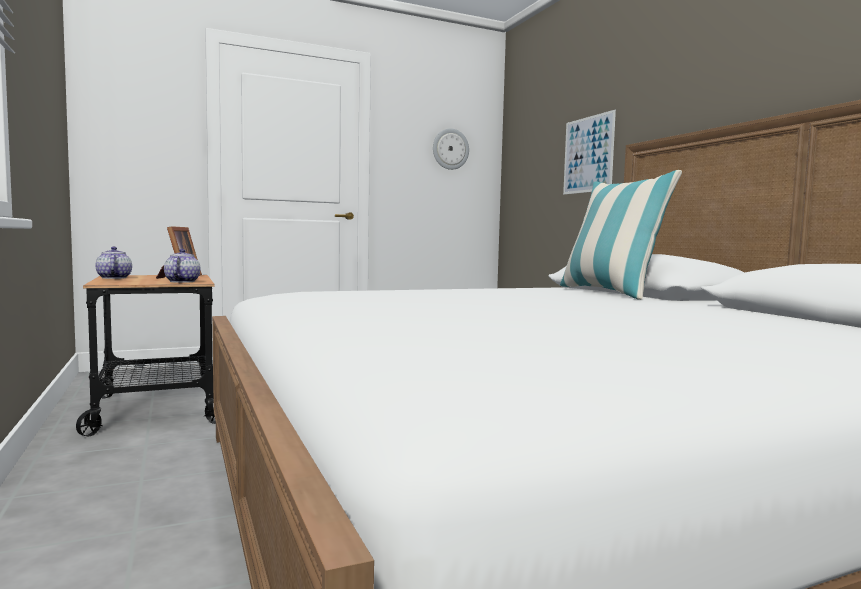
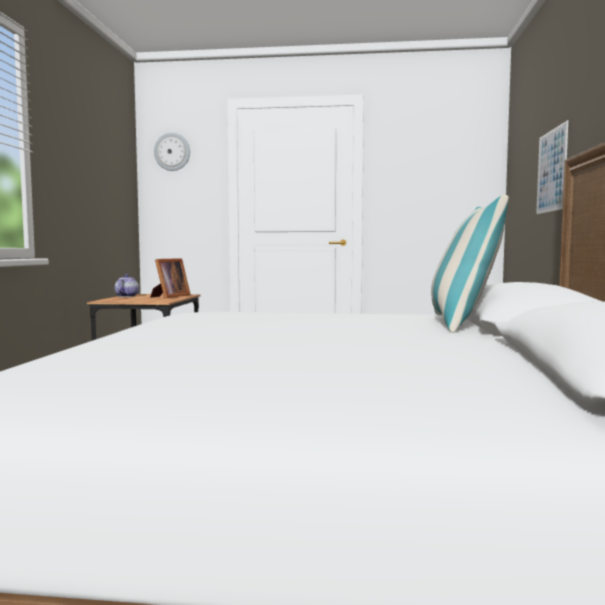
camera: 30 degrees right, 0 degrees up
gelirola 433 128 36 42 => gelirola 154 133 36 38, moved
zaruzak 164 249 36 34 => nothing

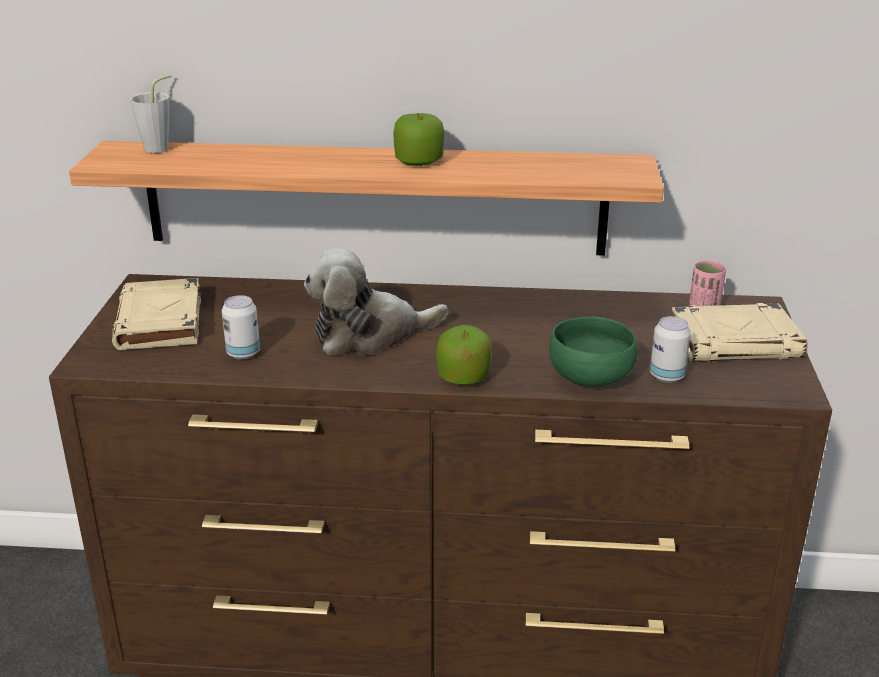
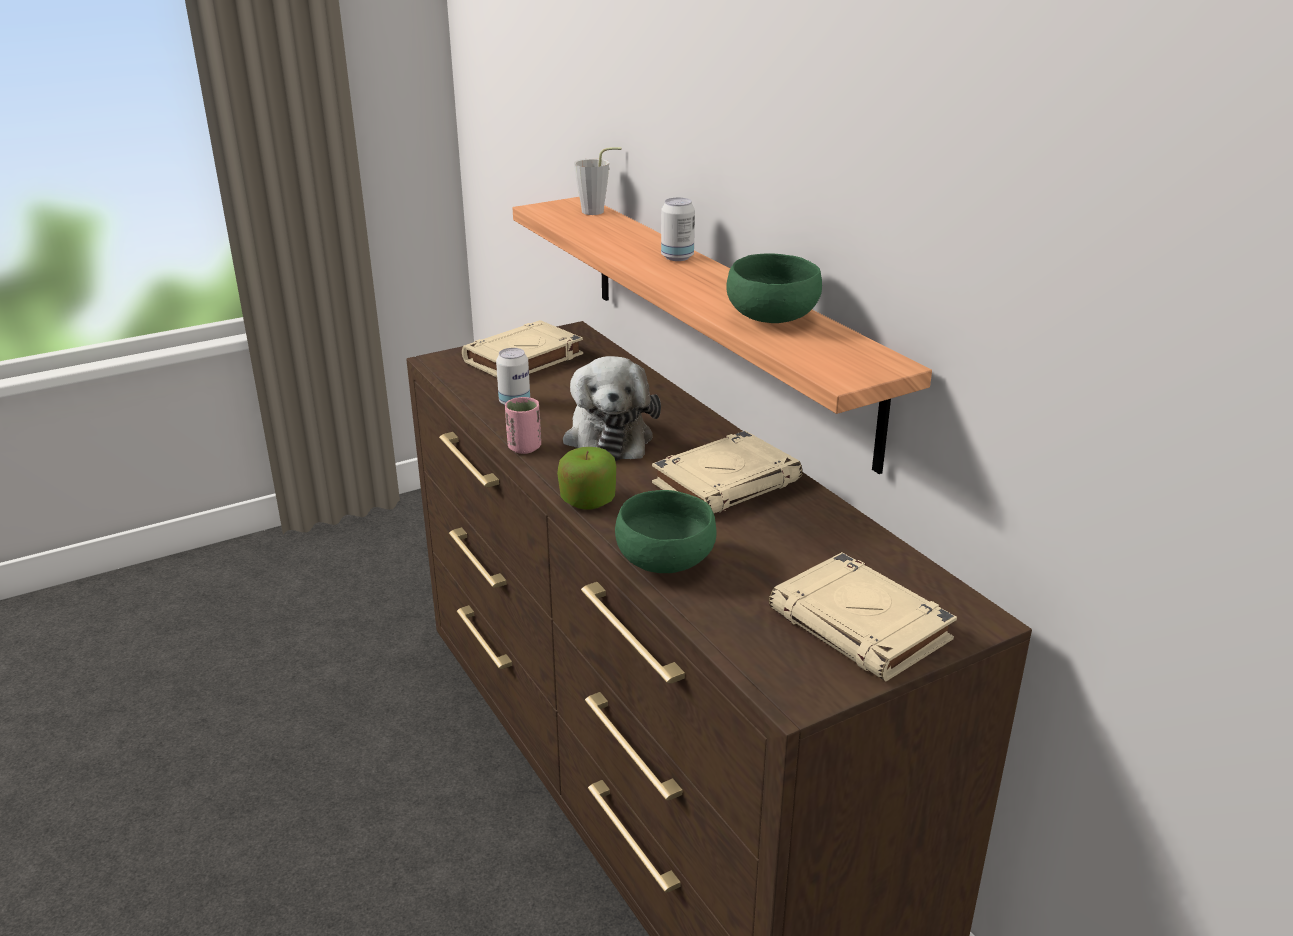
camera: 55 degrees right, 0 degrees up
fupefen 393 113 51 53 => nothing
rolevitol 304 248 144 107 => rolevitol 563 356 98 105, 135 degrees counterclockwise
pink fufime 689 260 37 46 => pink fufime 505 397 36 57, moved
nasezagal 650 316 41 67 => nasezagal 661 197 34 64, moved
nothing => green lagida 726 253 96 70
nothing => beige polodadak 652 431 151 83

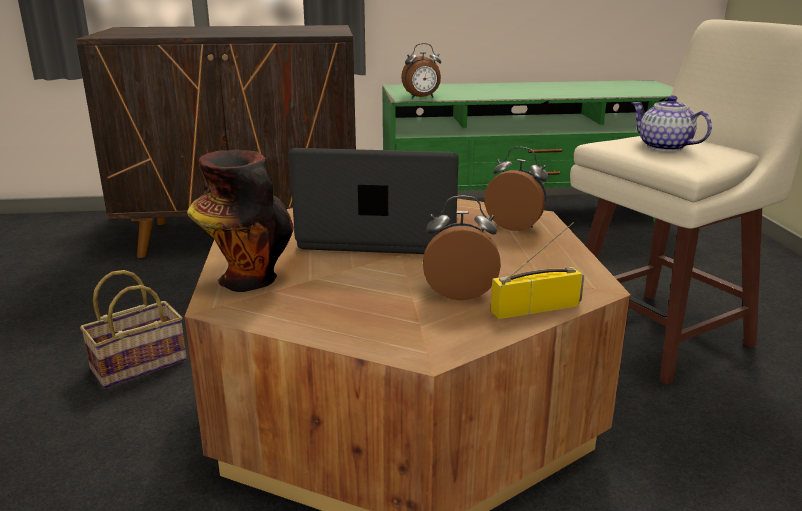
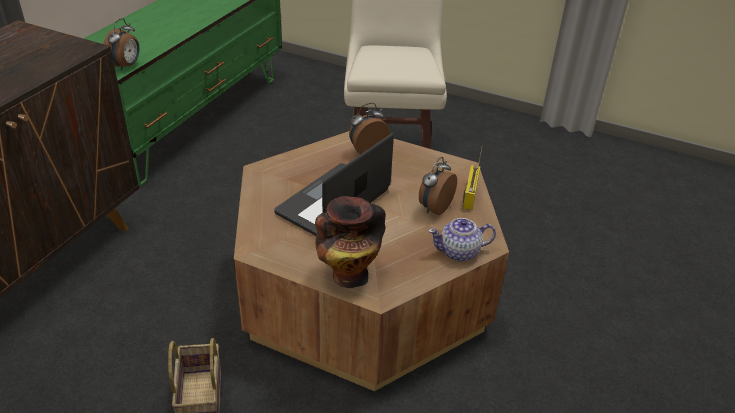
camera: 60 degrees left, 15 degrees up
zaruzak 632 95 80 56 => zaruzak 428 218 68 43, moved

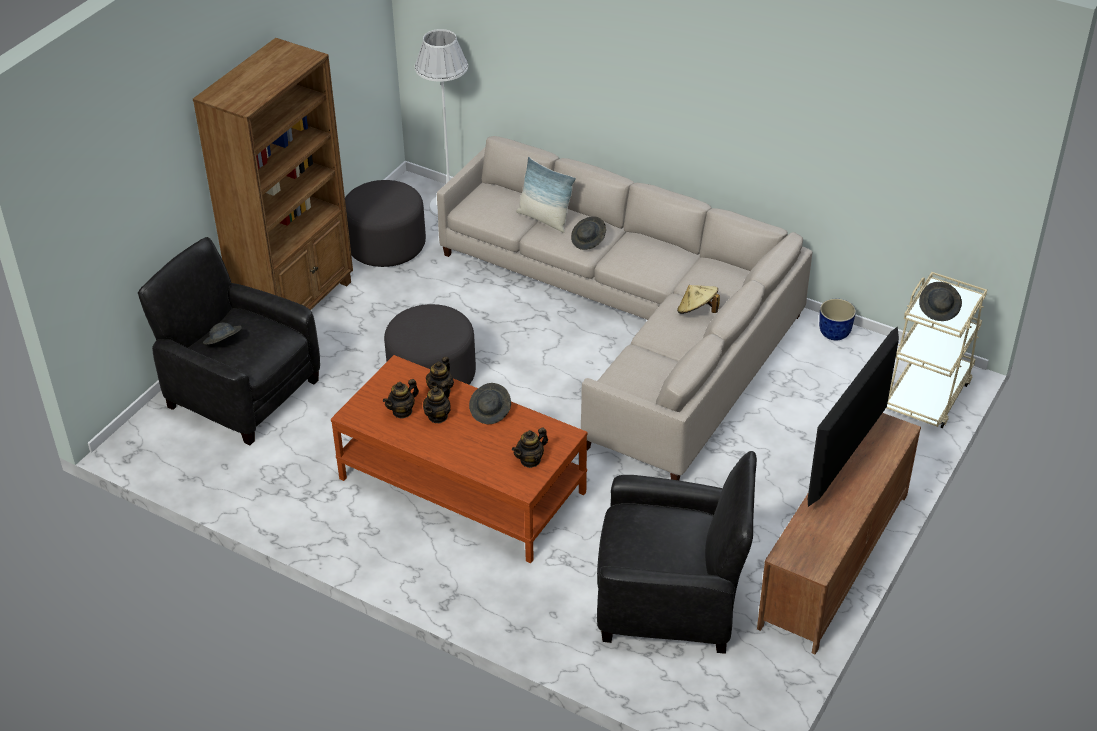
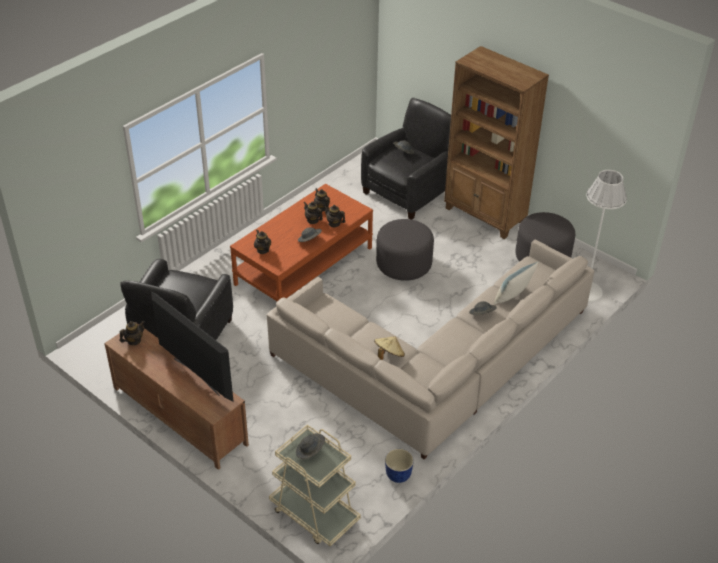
camera: 100 degrees right, 0 degrees up
nothing => zaruzak 120 321 25 24

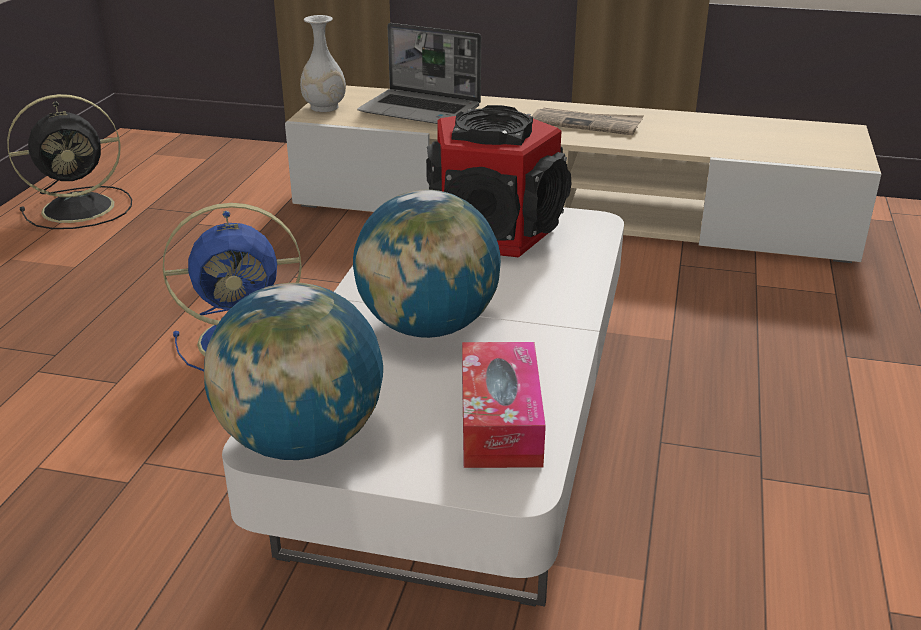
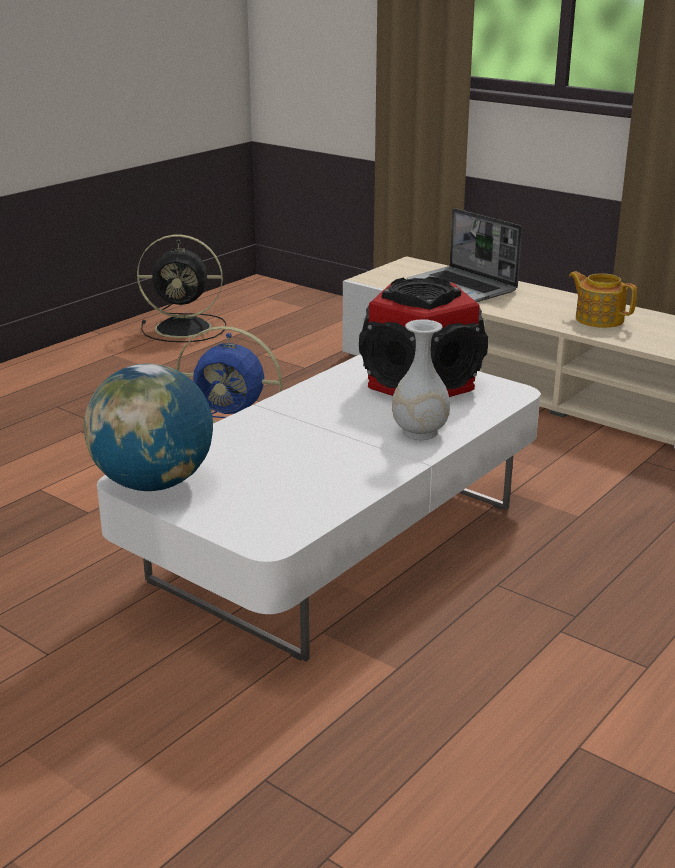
camera: 25 degrees right, 5 degrees down
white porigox 300 15 46 97 => white porigox 392 319 58 121, moved
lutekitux 532 108 111 27 => zaruzak 569 271 68 57
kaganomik 353 190 148 148 => nothing
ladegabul 462 342 84 126 => nothing

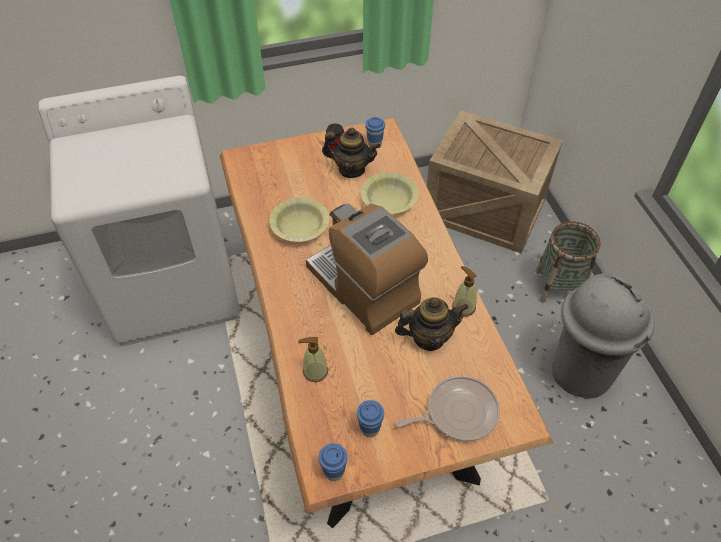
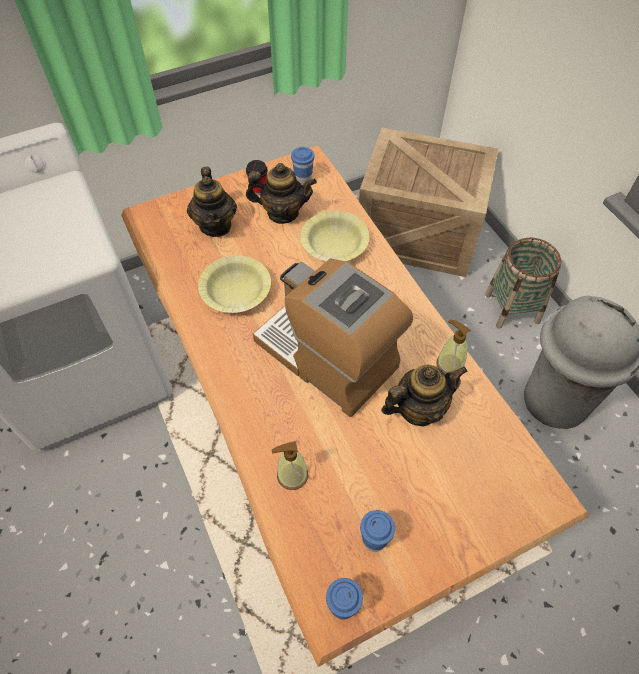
camera: 10 degrees left, 5 degrees up
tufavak 395 376 105 66 => nothing
nothing => zaruzak 187 167 50 70

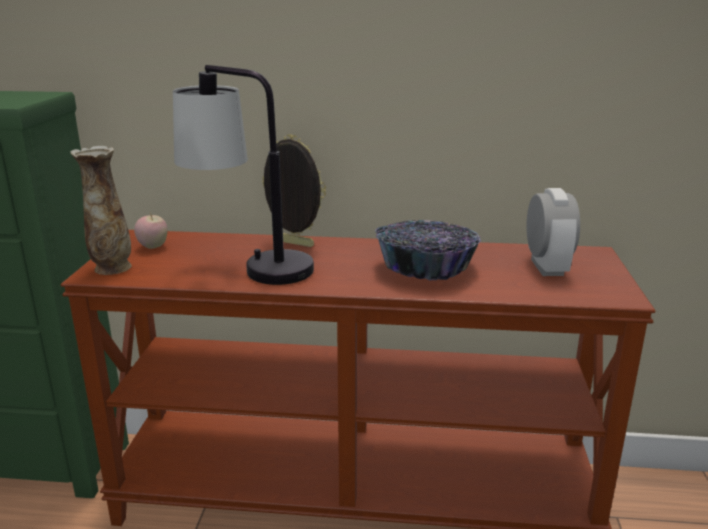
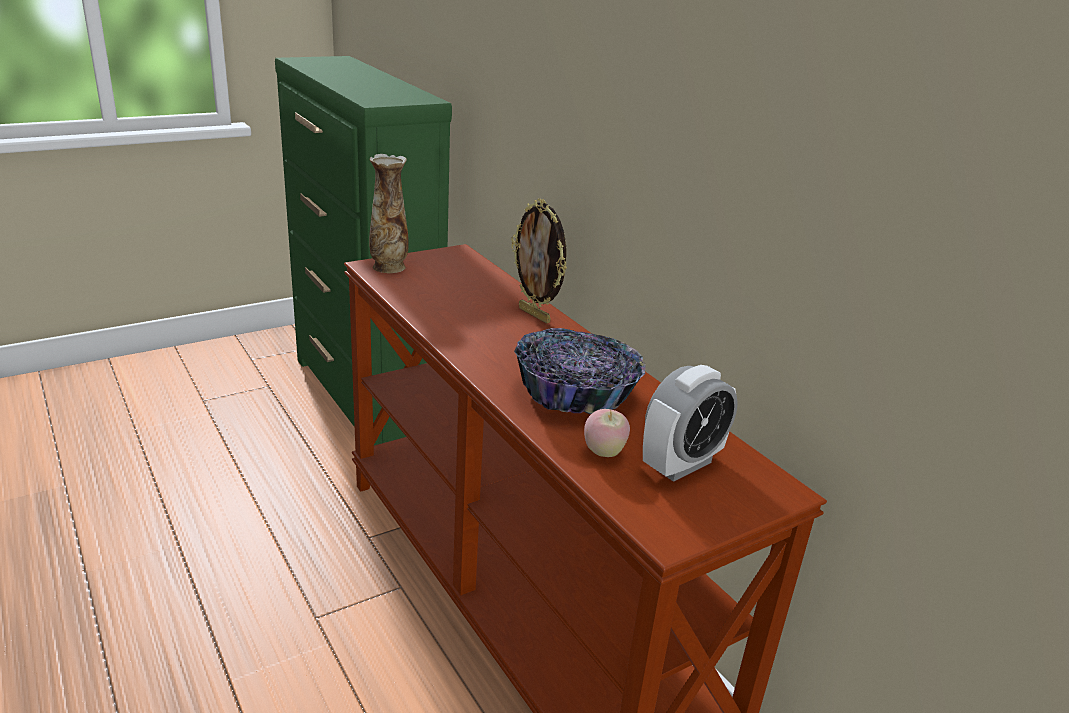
camera: 50 degrees right, 5 degrees up
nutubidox 173 65 141 220 => nothing
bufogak 262 134 64 113 => bufogak 511 198 56 126, 150 degrees clockwise
fupefen 134 212 34 37 => fupefen 584 409 46 48, moved

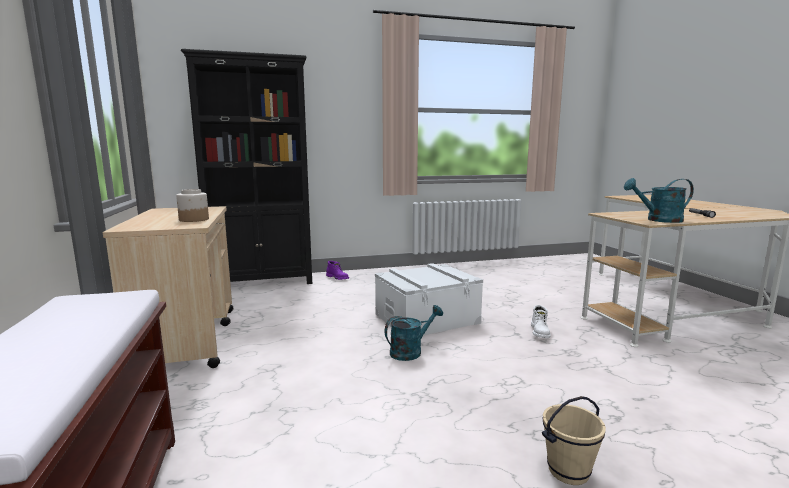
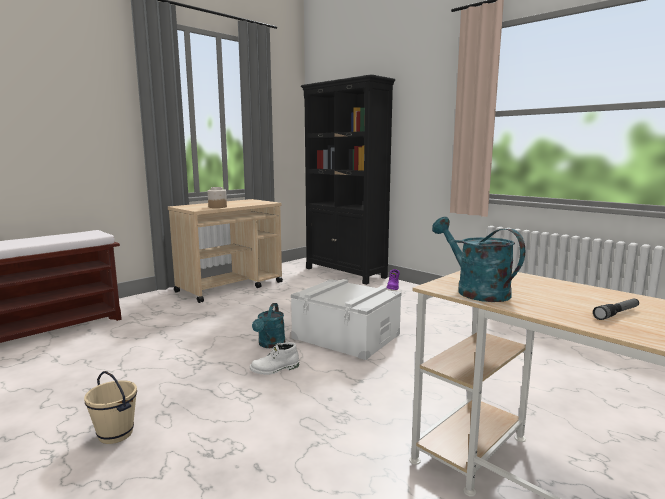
camera: 60 degrees right, 0 degrees up
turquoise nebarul 385 305 58 56 => turquoise nebarul 252 303 33 45, 75 degrees clockwise
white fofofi 531 305 20 33 => white fofofi 250 342 49 33, moved

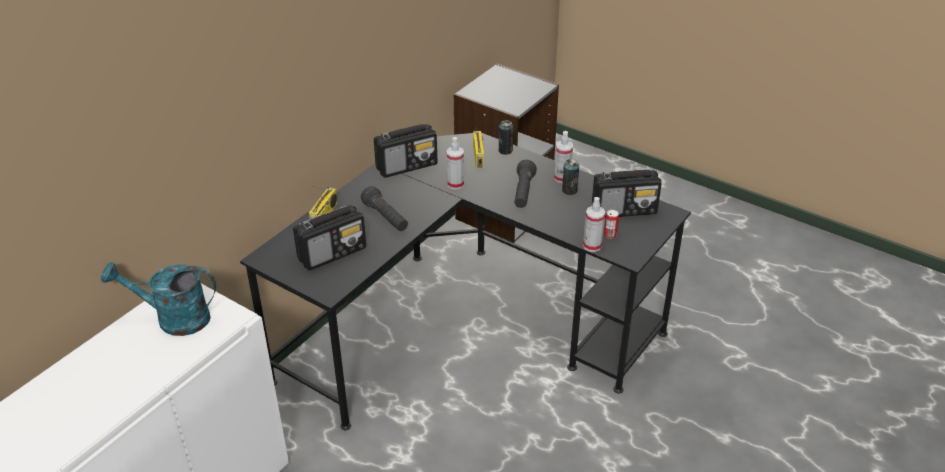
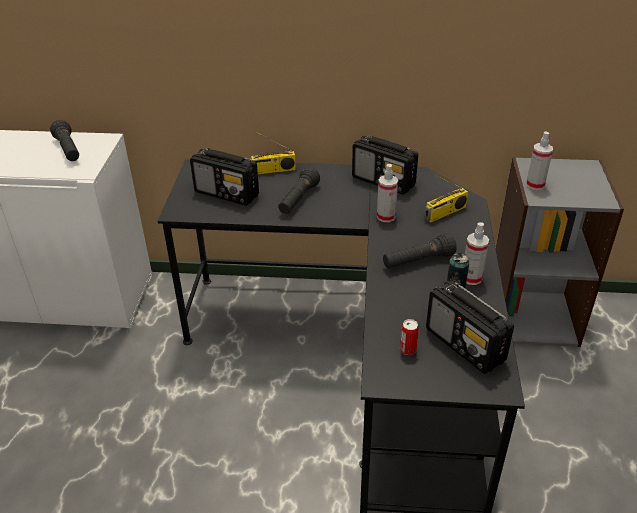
camera: 60 degrees right, 0 degrees up
nasezagal 499 120 15 35 => nothing
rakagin 583 197 22 55 => rakagin 526 132 27 58, moved
turquoise nebarul 101 262 115 74 => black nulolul 50 120 29 41

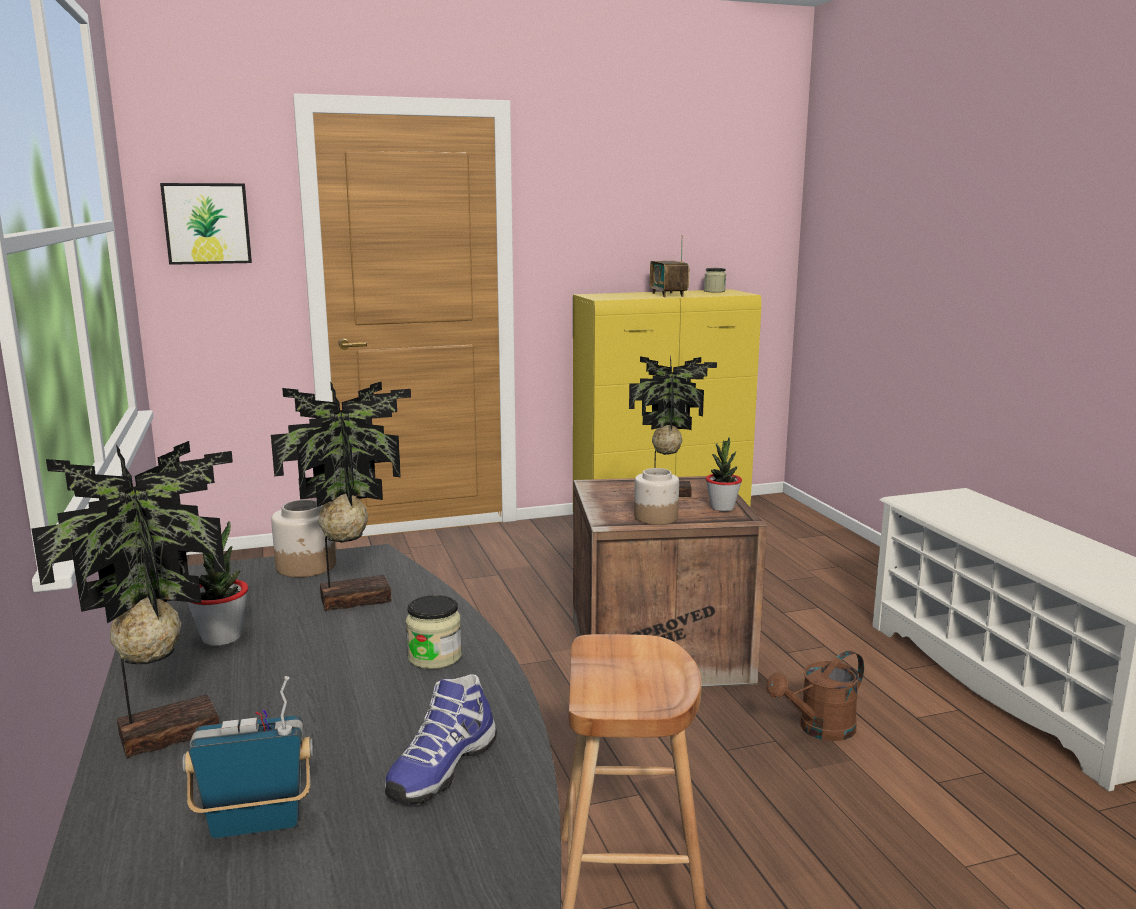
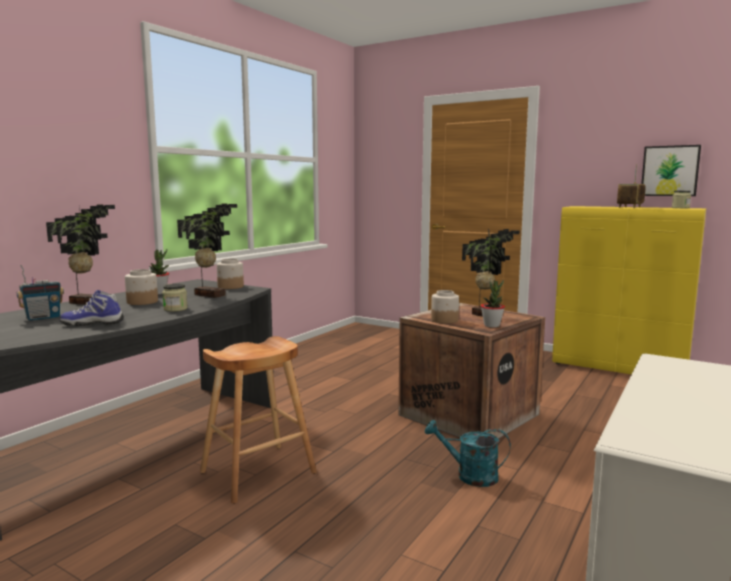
camera: 50 degrees right, 5 degrees down
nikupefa 160 183 92 82 => nikupefa 641 145 60 51, moved
brown nebarul 766 650 98 91 => turquoise nebarul 425 420 86 67
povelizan 183 676 131 163 => povelizan 17 265 47 56, 105 degrees clockwise
nothing => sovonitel 125 269 33 36

